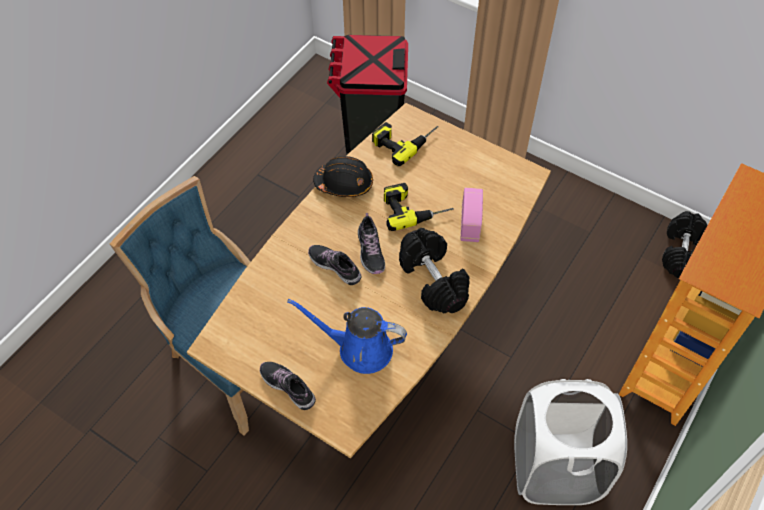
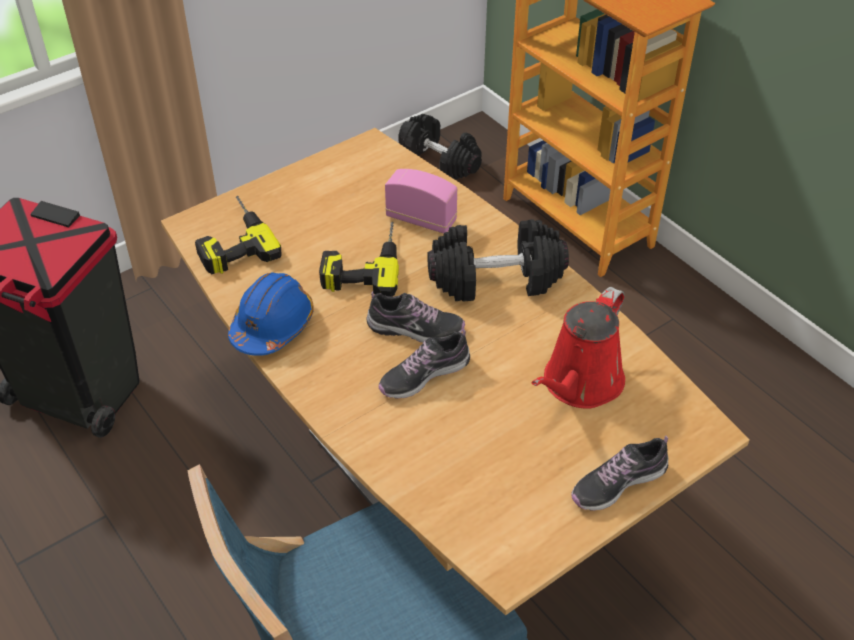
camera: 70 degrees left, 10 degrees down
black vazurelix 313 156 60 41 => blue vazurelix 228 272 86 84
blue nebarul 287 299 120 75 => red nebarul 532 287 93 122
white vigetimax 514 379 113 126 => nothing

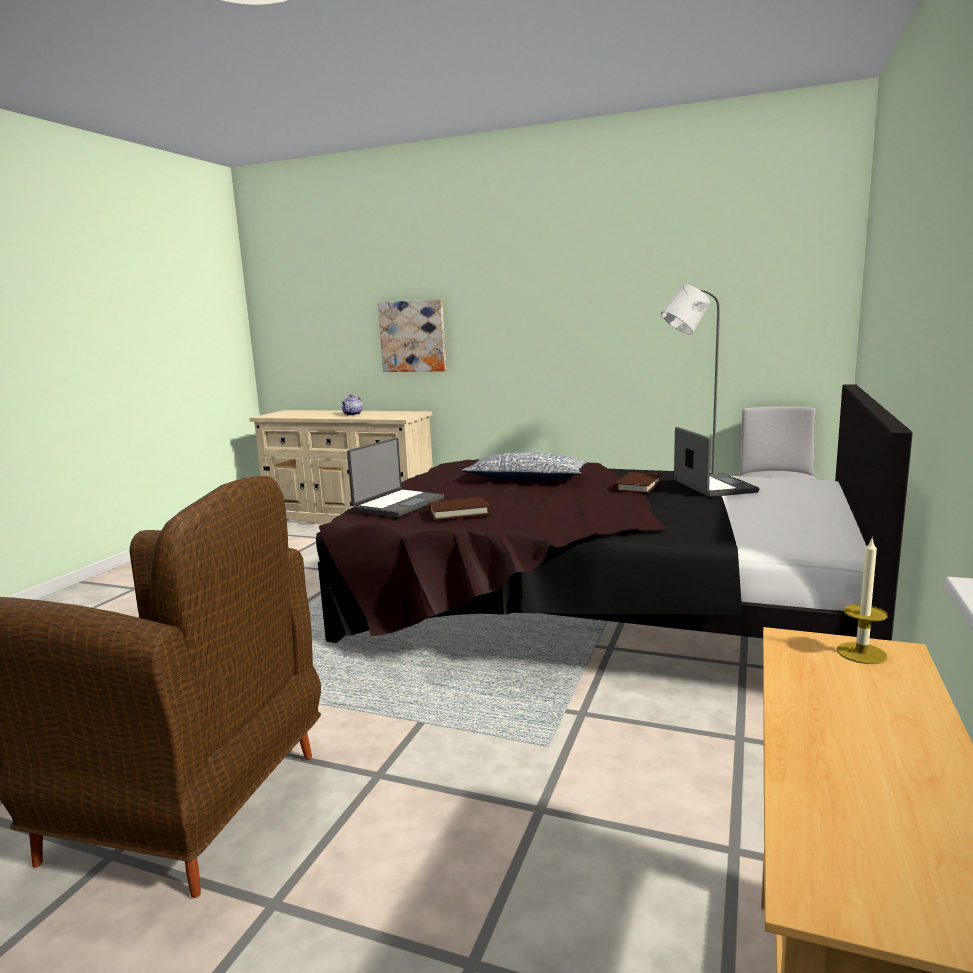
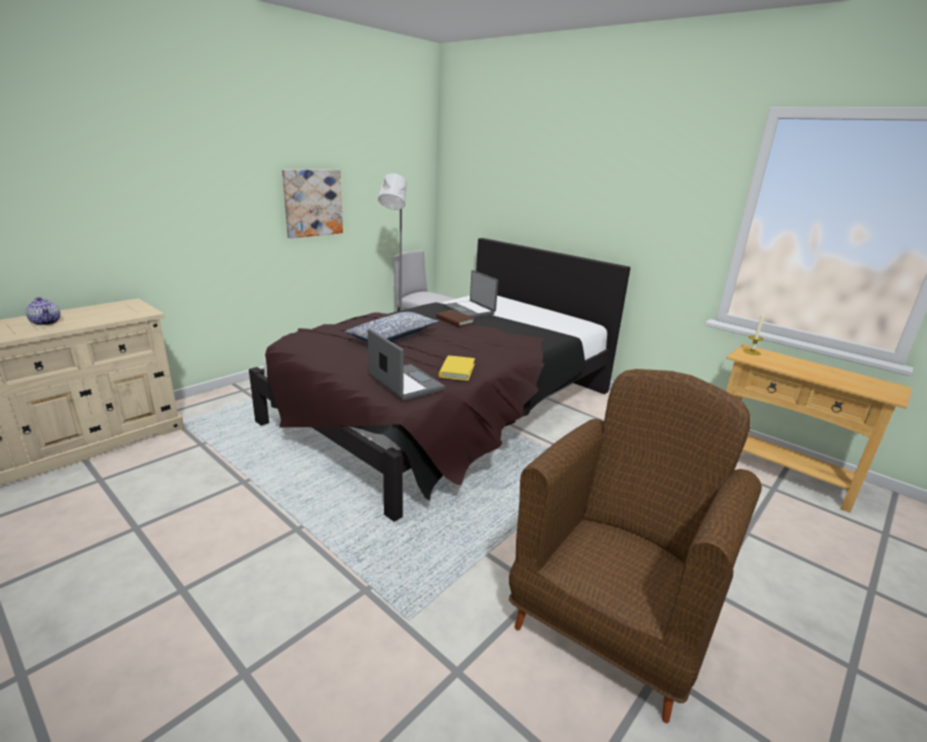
camera: 70 degrees left, 10 degrees up
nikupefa 378 299 68 73 => nikupefa 282 170 61 68, moved
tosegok 674 427 85 70 => tosegok 444 270 54 48, 135 degrees counterclockwise
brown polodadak 428 497 62 23 => yellow polodadak 439 355 36 26

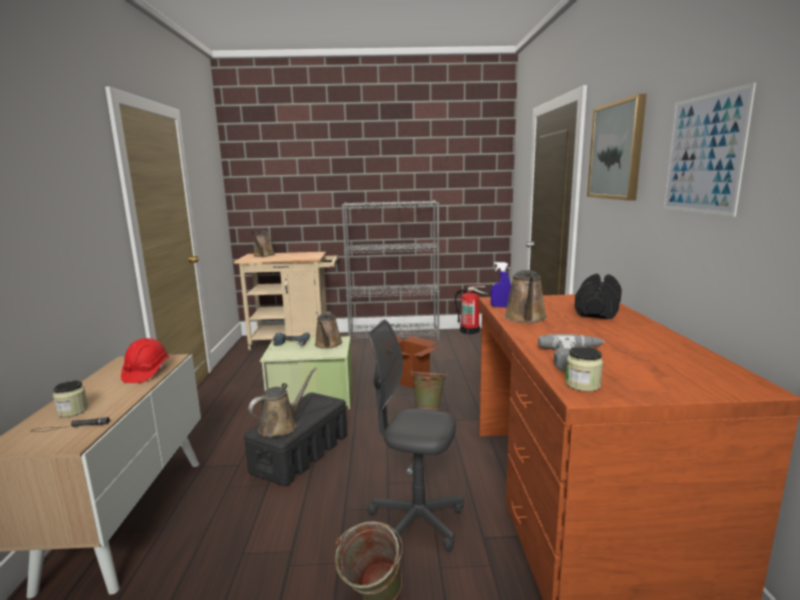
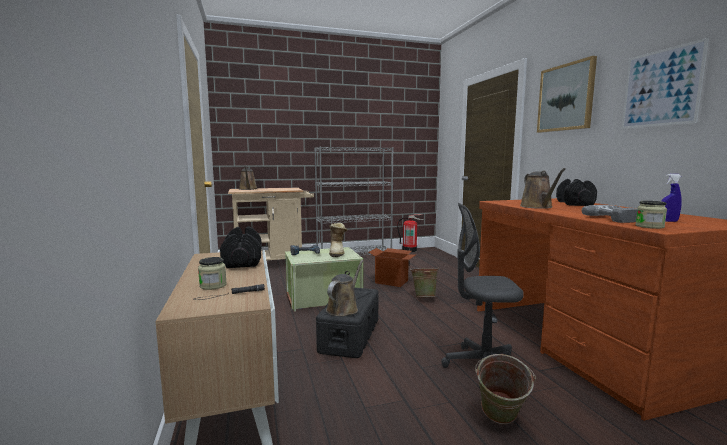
camera: 15 degrees left, 5 degrees down
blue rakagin 491 262 20 45 => blue rakagin 661 174 21 48, moved
brown nebarul 315 312 27 37 => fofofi 329 223 19 34
red vazurelix 121 338 48 45 => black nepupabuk 220 226 42 42

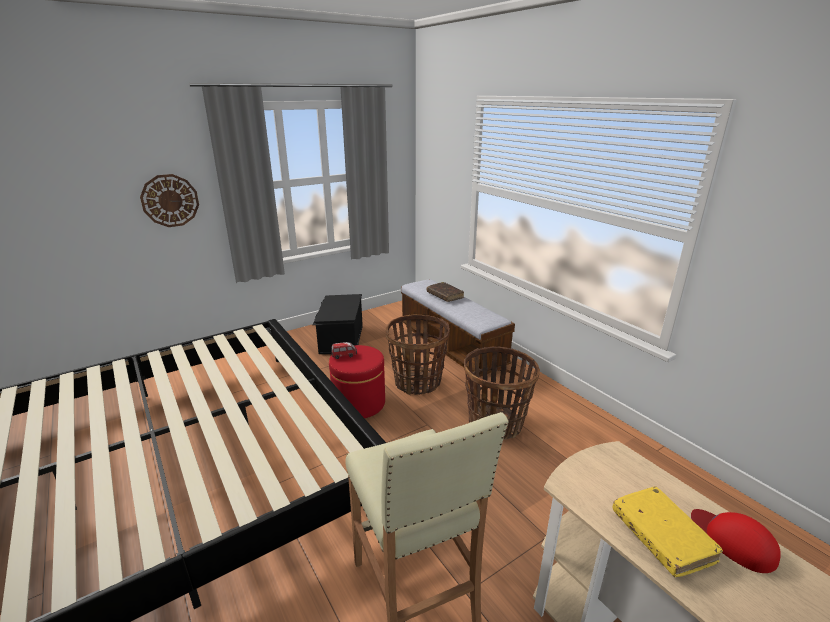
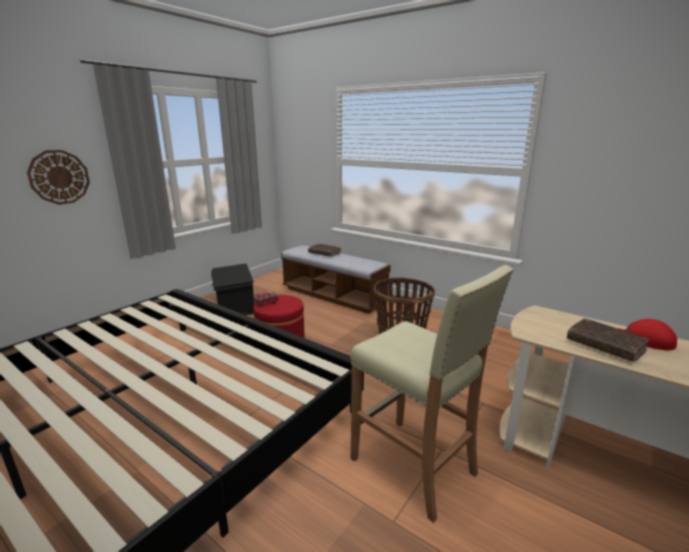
camera: 20 degrees left, 5 degrees down
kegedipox 386 315 64 80 => nothing
yellow polodadak 612 487 111 90 => brown polodadak 567 318 83 44

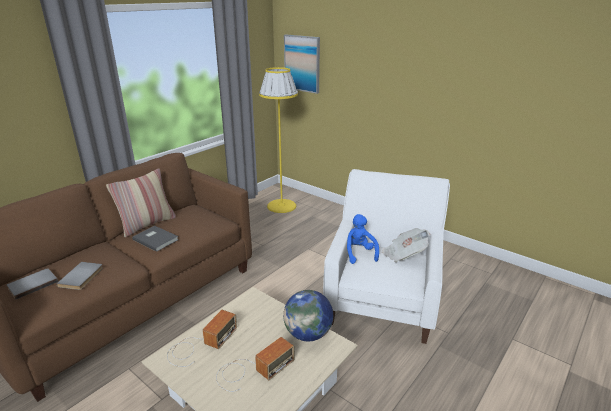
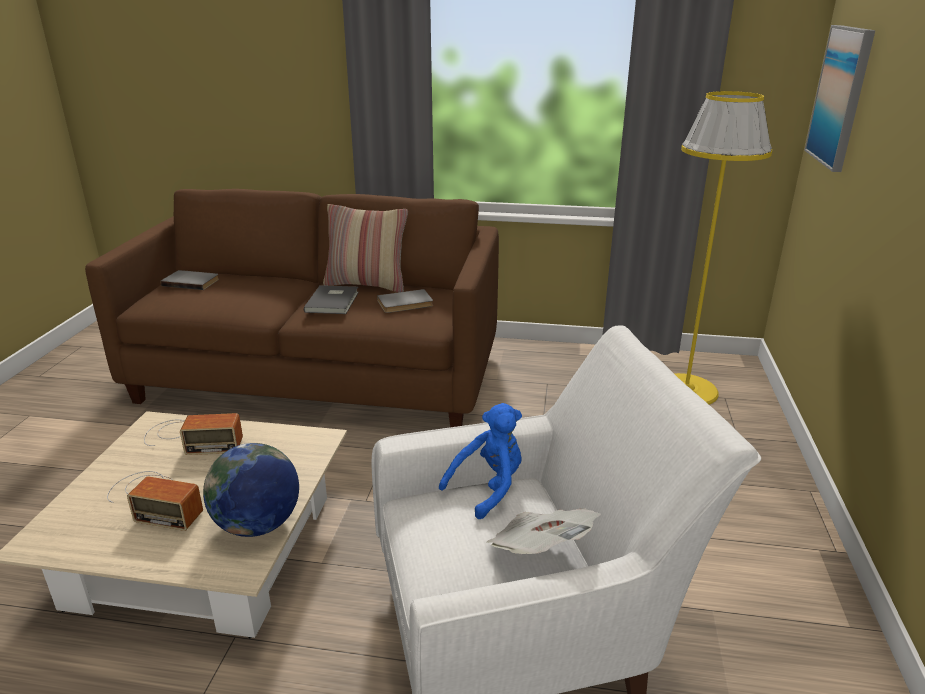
camera: 60 degrees right, 0 degrees up
grey polodadak 56 262 47 28 => grey polodadak 377 289 56 24, moved

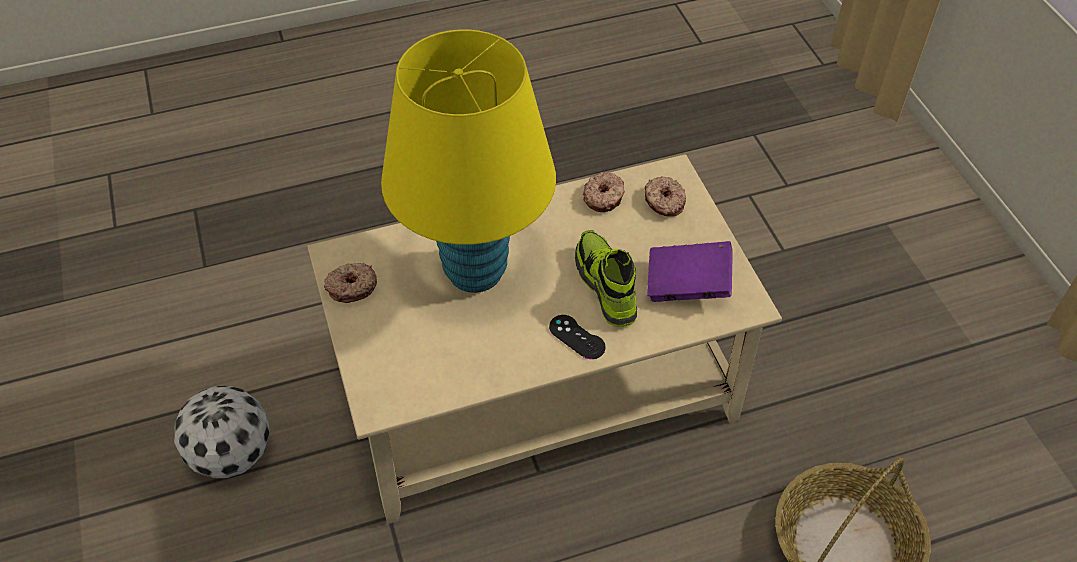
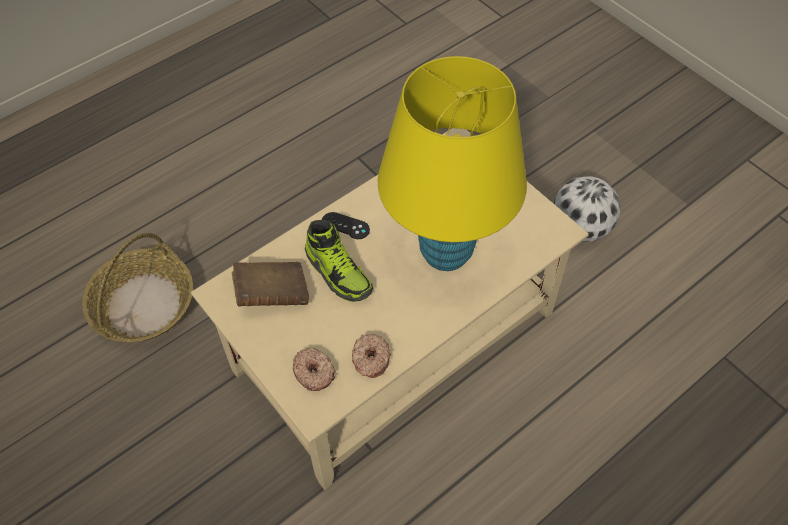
camera: 160 degrees right, 5 degrees up
purple polodadak 647 241 86 61 => brown polodadak 232 262 77 44
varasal 324 263 53 40 => nothing

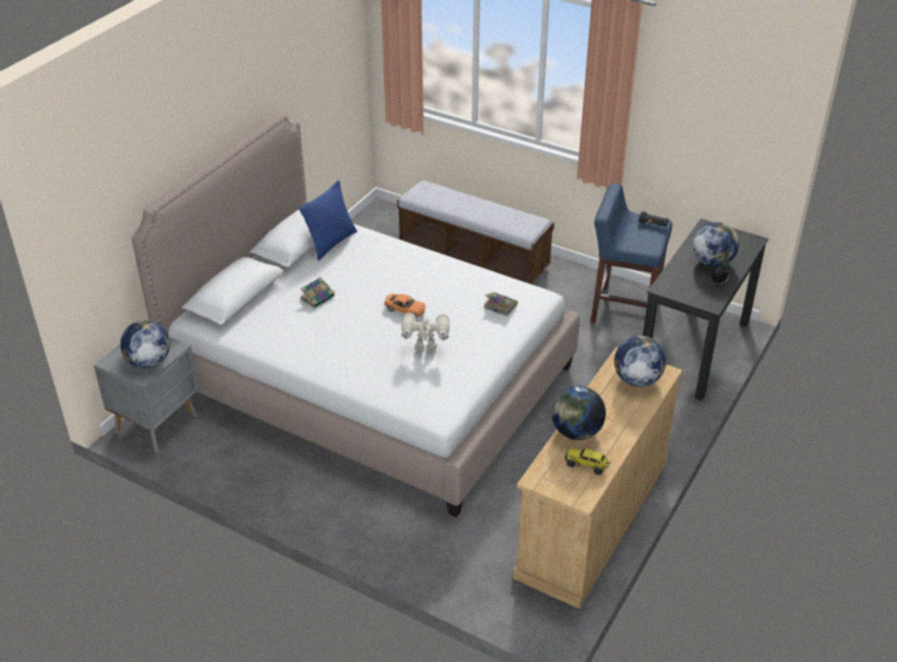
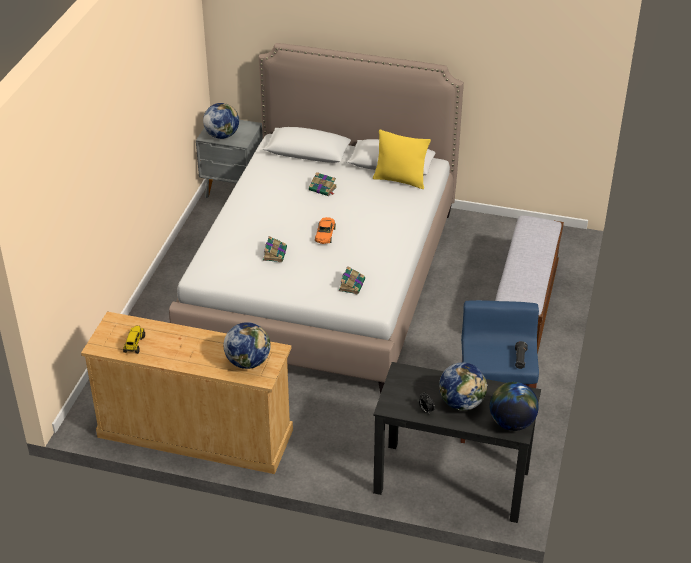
camera: 75 degrees right, 0 degrees up
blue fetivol 299 180 58 81 => yellow fetivol 373 129 58 60
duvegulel 401 313 49 39 => polodadak 263 236 24 26
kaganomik 551 386 55 54 => kaganomik 490 382 49 49, moved

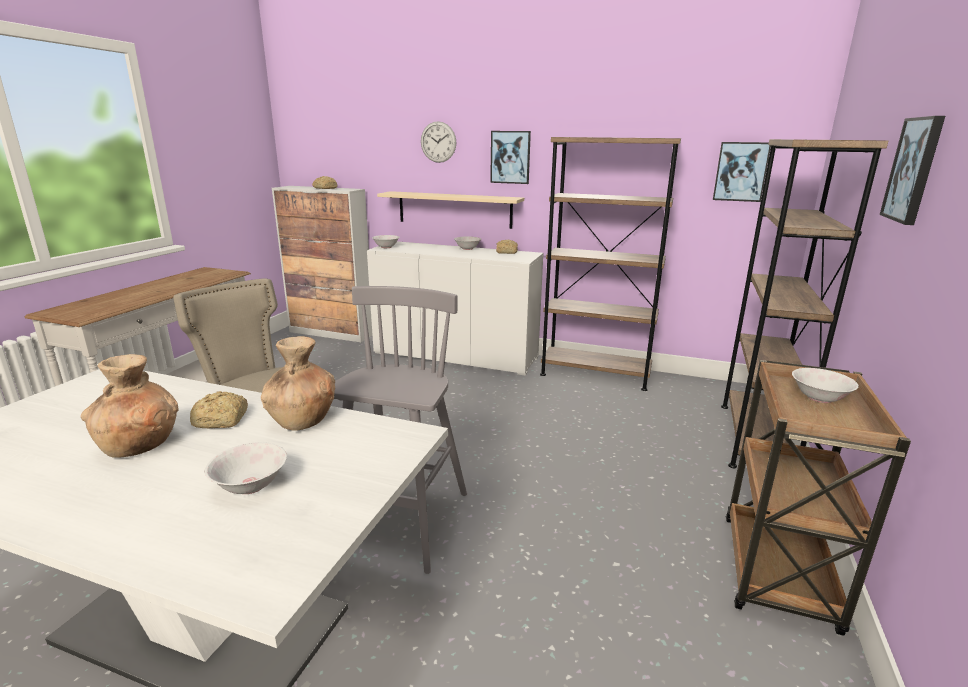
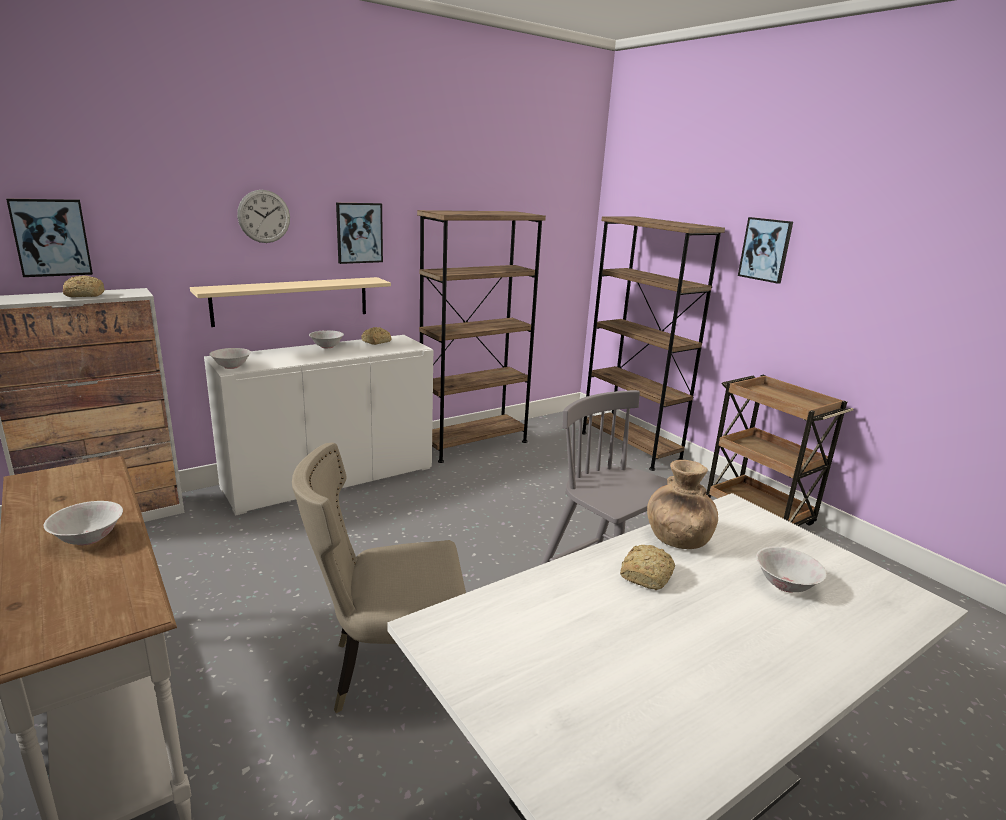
camera: 55 degrees left, 0 degrees up
nikupefa 713 142 58 60 => nikupefa 6 199 87 78, moved
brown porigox 81 354 97 104 => nothing
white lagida 792 368 67 35 => white lagida 44 501 79 44, moved

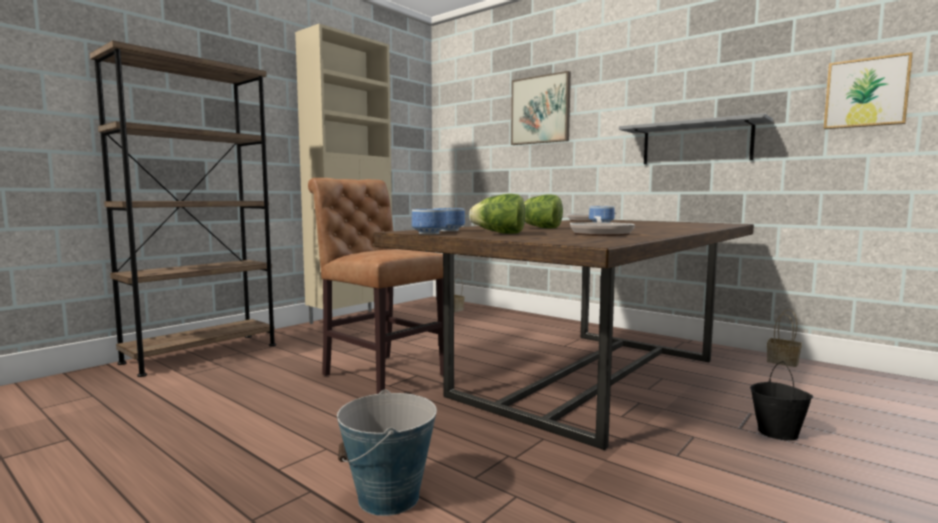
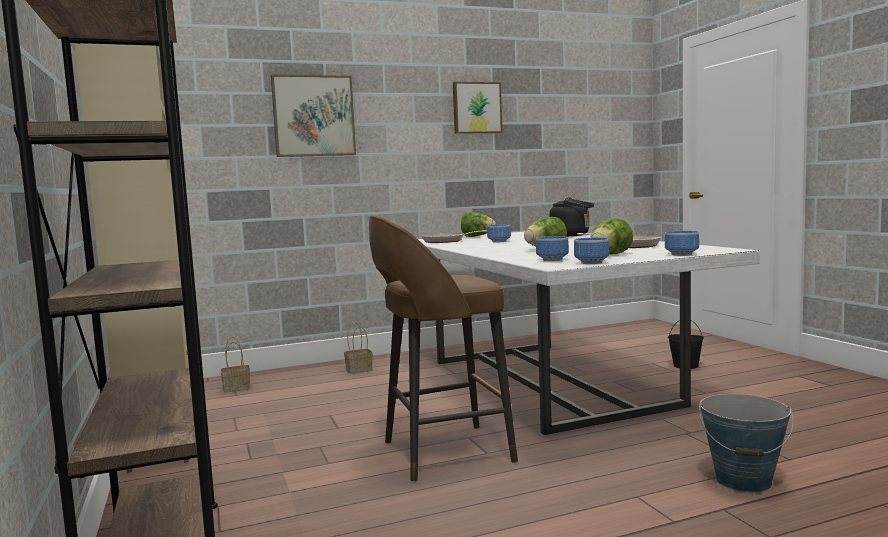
camera: 60 degrees left, 0 degrees up
nikupefa 824 52 89 77 => nikupefa 453 82 50 52, moved
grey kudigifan 619 113 154 51 => nothing
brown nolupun 308 178 136 216 => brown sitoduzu 369 215 149 267
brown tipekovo 374 220 380 230 => white tipekovo 418 232 342 203
kegedipox 767 309 35 58 => kegedipox 344 322 29 52, moved
nothing => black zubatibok 549 197 45 40
nothing => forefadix 461 212 35 25
nothing => lagida 665 231 34 25

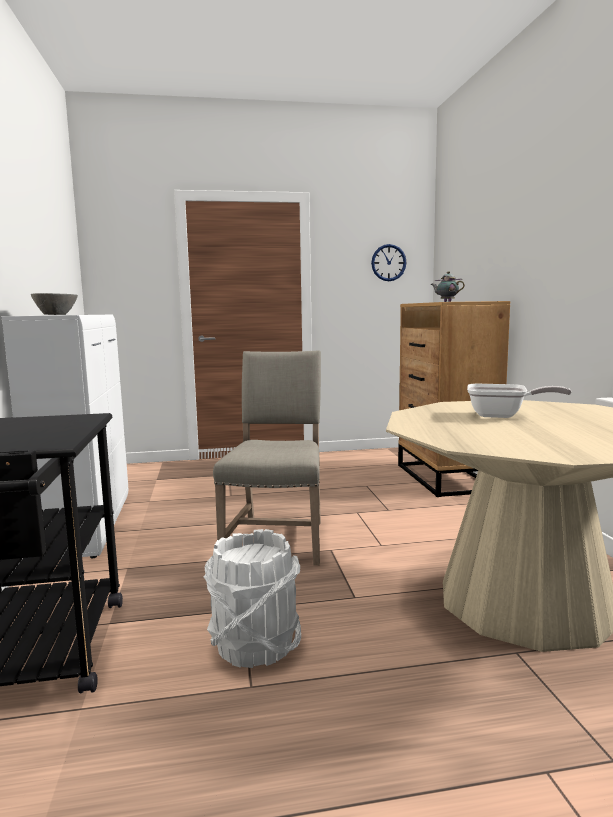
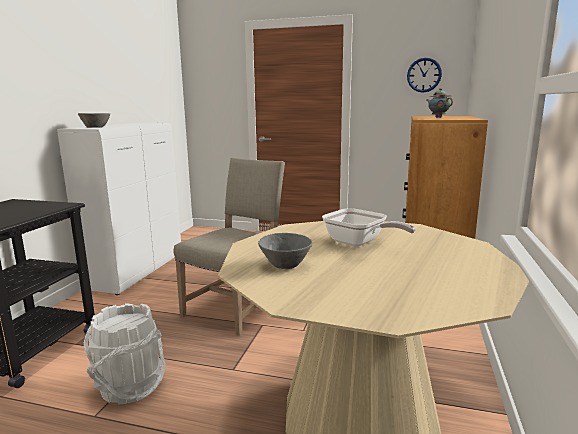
camera: 25 degrees right, 5 degrees up
nothing => grey lagida 258 233 55 36

